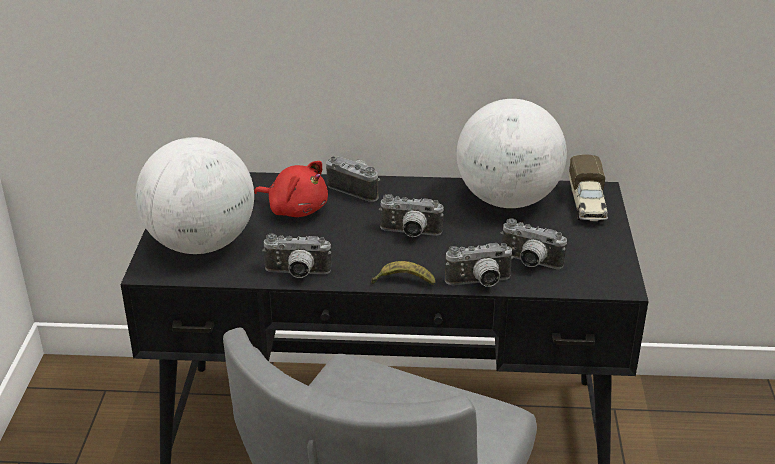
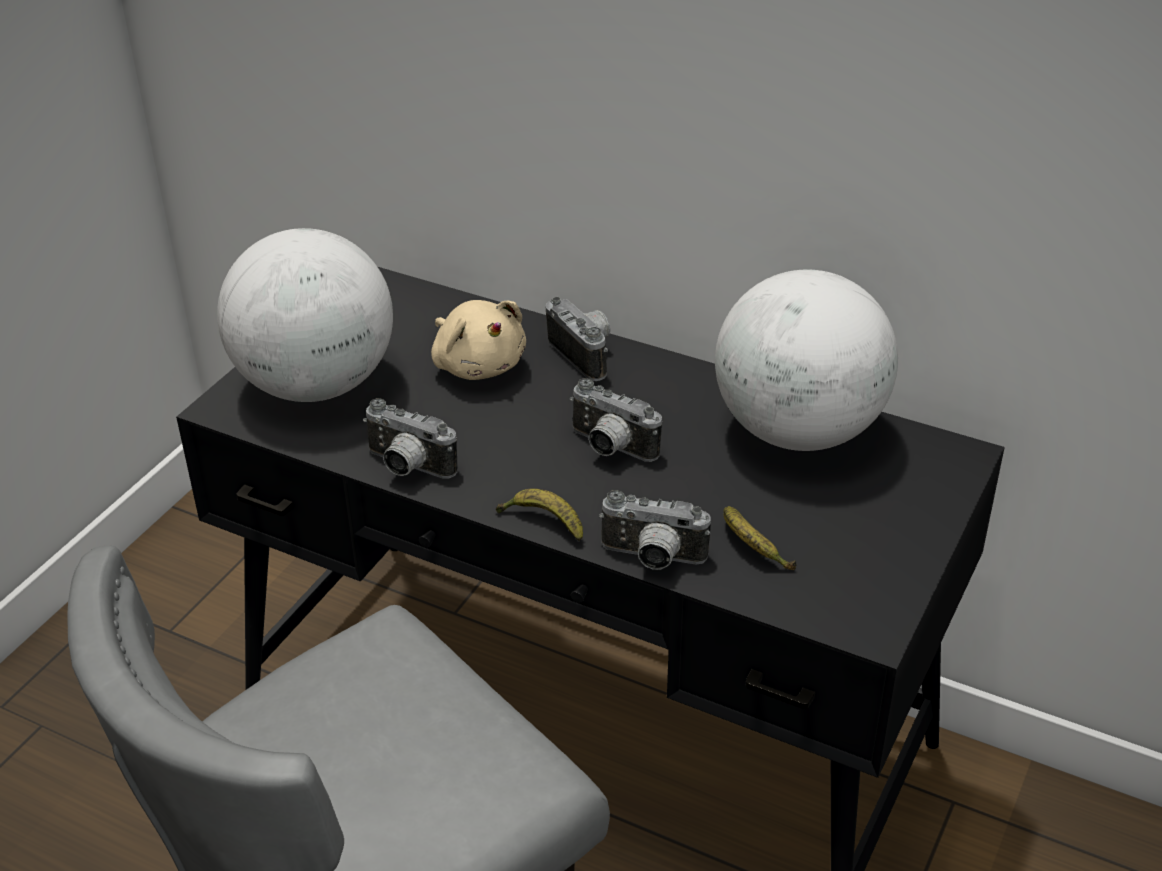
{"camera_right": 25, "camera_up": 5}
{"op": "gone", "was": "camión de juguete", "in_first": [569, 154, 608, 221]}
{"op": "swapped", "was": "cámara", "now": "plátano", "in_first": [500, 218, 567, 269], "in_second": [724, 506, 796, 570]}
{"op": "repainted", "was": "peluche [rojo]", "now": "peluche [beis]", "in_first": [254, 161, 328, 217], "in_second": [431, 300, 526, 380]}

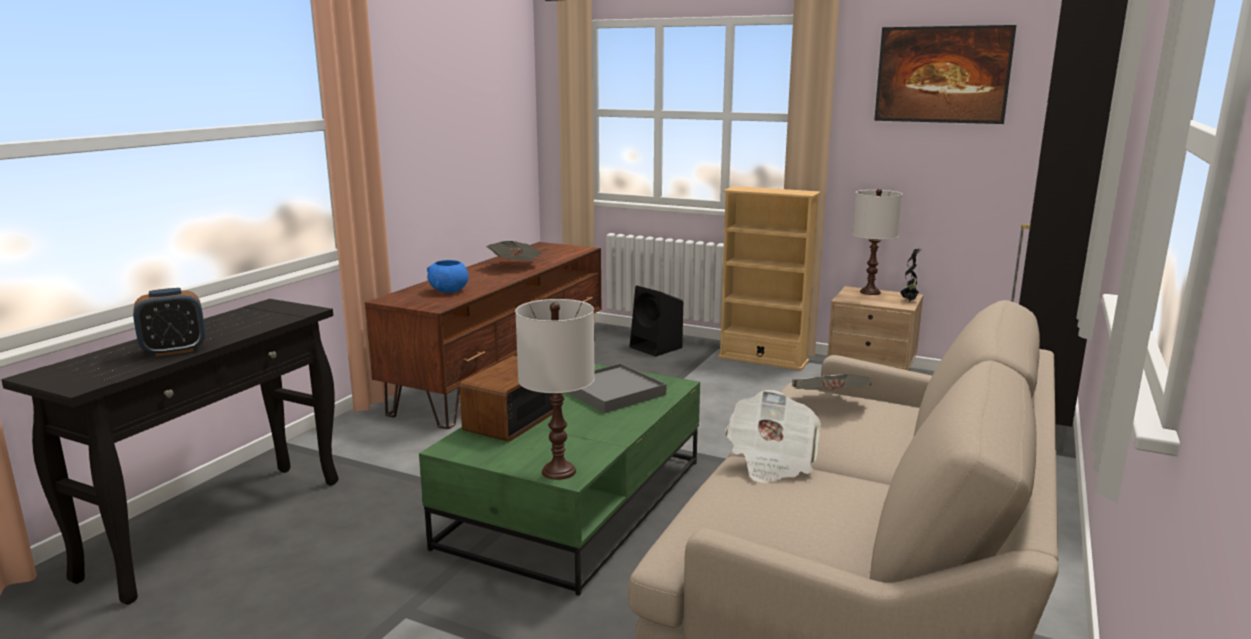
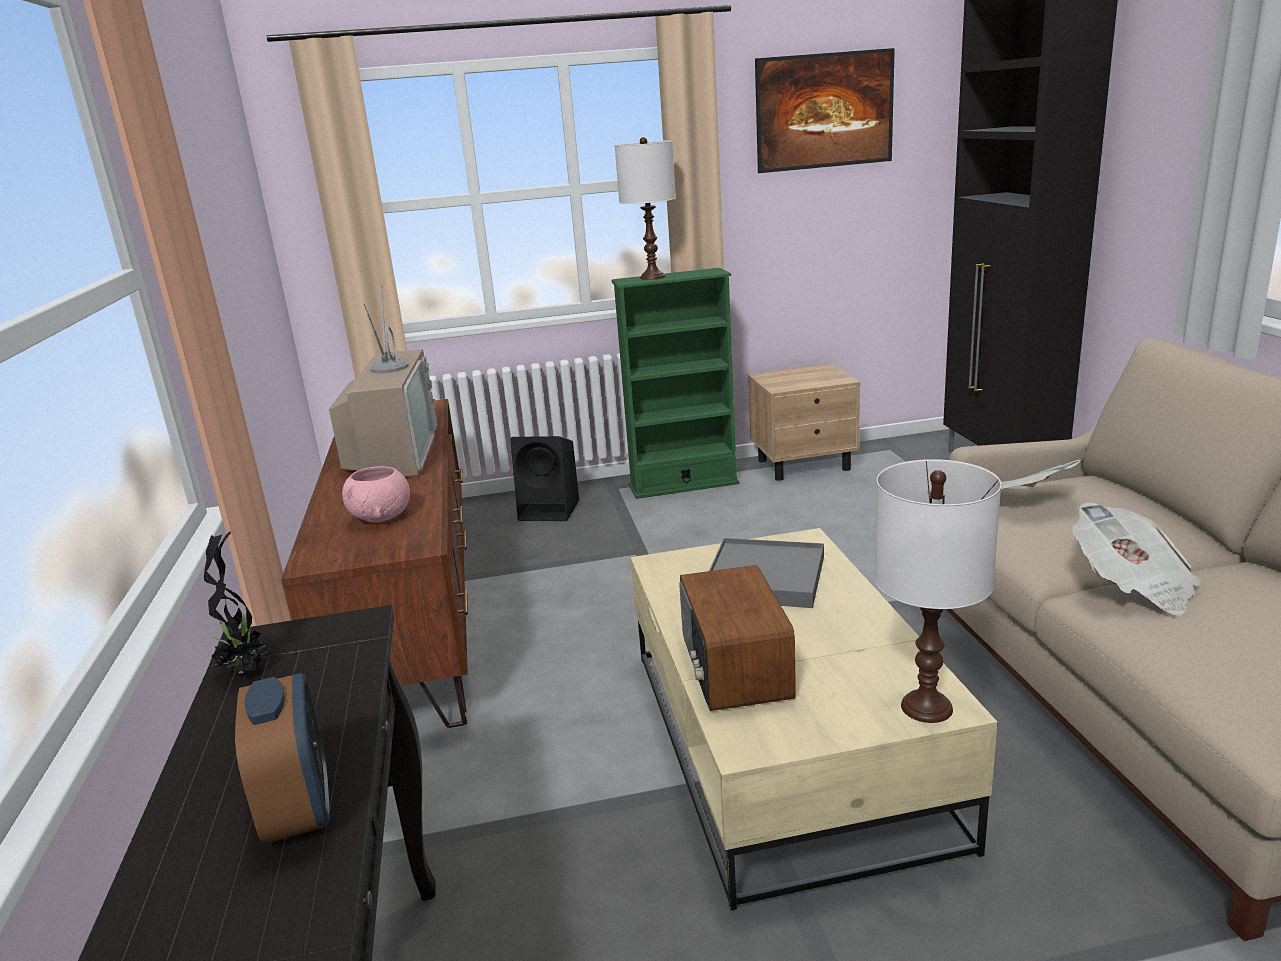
{"camera_right": -35, "camera_up": 5}
{"op": "shifted", "was": "lámpara de mesa [blanco]", "in_first": [852, 189, 902, 295], "in_second": [615, 137, 676, 280]}
{"op": "shifted", "was": "planta en maceta", "in_first": [900, 249, 921, 301], "in_second": [204, 532, 270, 675]}
{"op": "swapped", "was": "periódico", "now": "televisor", "in_first": [486, 241, 541, 261], "in_second": [329, 285, 437, 477]}
{"op": "repainted", "was": "mesa de centro [verde]", "now": "mesa de centro [beis]", "in_first": [419, 364, 700, 596], "in_second": [631, 528, 998, 911]}
{"op": "repainted", "was": "cuenco [azul]", "now": "cuenco [rosa]", "in_first": [427, 260, 469, 293], "in_second": [342, 466, 410, 522]}
{"op": "repainted", "was": "estantería [beis]", "now": "estantería [verde]", "in_first": [718, 186, 820, 371], "in_second": [612, 268, 739, 499]}
{"op": "rotated", "was": "despertador", "in_first": [133, 288, 205, 357], "in_second": [235, 673, 330, 843], "clockwise": -45}

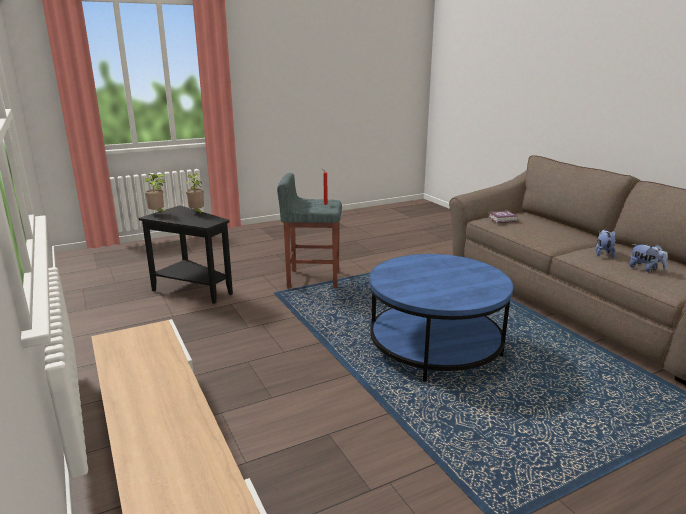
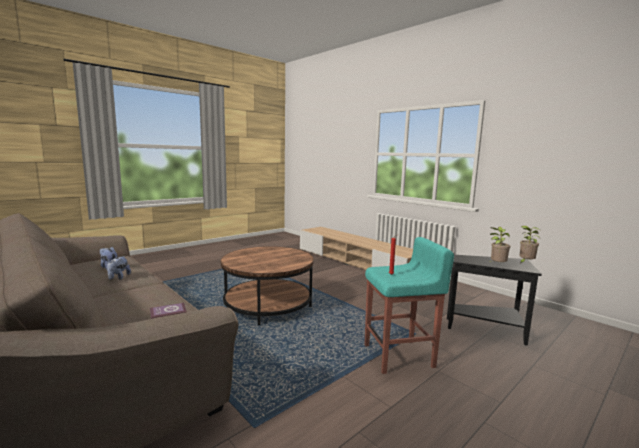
{"camera_right": 165, "camera_up": -10}
{"op": "repainted", "was": "taburete [gris]", "now": "taburete [turquesa]", "in_first": [277, 173, 342, 288], "in_second": [364, 237, 454, 374]}
{"op": "repainted", "was": "mesa de centro [azul]", "now": "mesa de centro [marrón]", "in_first": [369, 254, 513, 382], "in_second": [221, 246, 314, 325]}

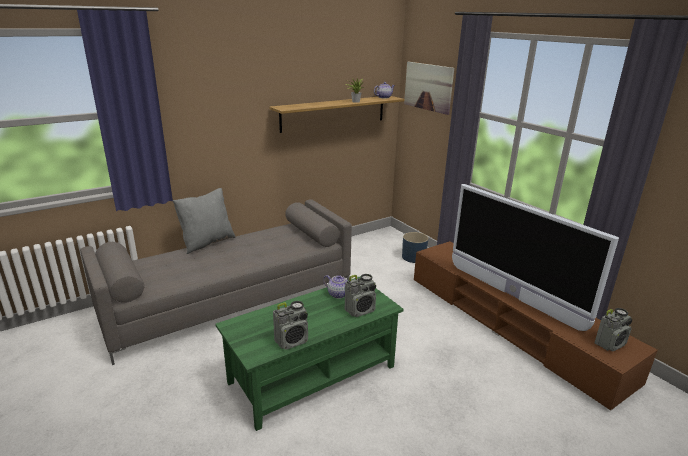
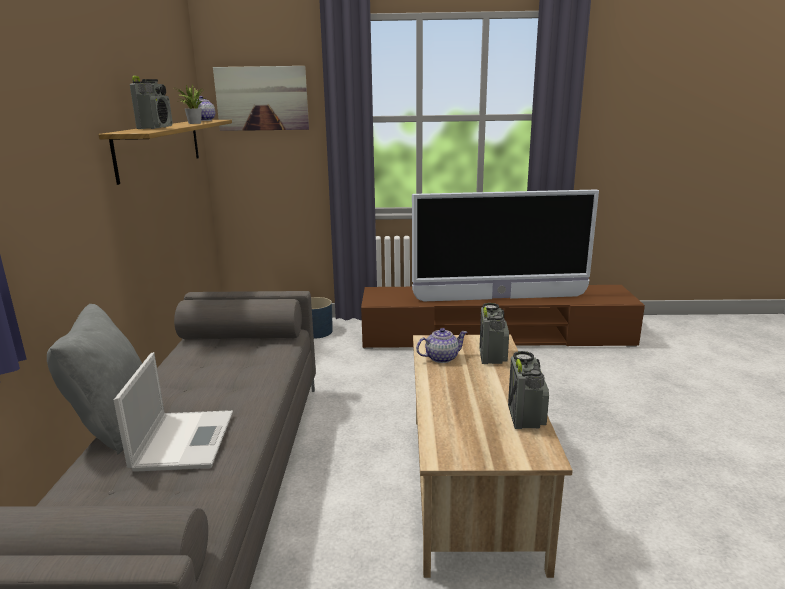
{"camera_right": -55, "camera_up": -5}
{"op": "new", "now": "portátil", "in_second": [114, 352, 233, 472]}
{"op": "shifted", "was": "radio", "in_first": [594, 308, 632, 352], "in_second": [130, 76, 172, 129]}
{"op": "repainted", "was": "mesa de centro [verde]", "now": "mesa de centro [beis]", "in_first": [215, 276, 404, 431], "in_second": [413, 335, 573, 578]}

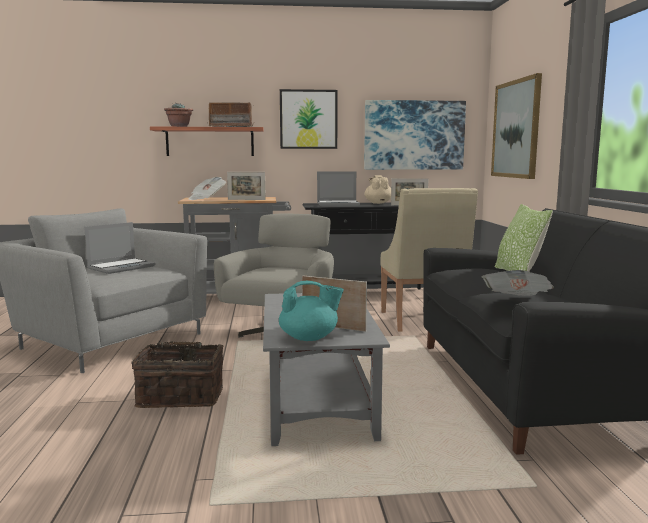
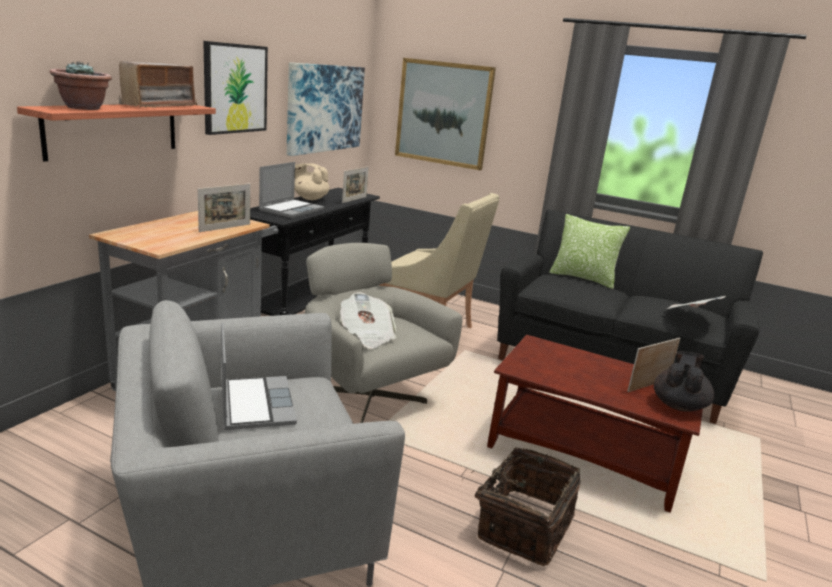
{"camera_right": -60, "camera_up": 10}
{"op": "shifted", "was": "periódico", "in_first": [188, 177, 226, 200], "in_second": [340, 292, 397, 349]}
{"op": "repainted", "was": "mesa de centro [gris]", "now": "mesa de centro [marrón]", "in_first": [263, 293, 390, 446], "in_second": [487, 335, 703, 513]}
{"op": "repainted", "was": "tetera [turquesa]", "now": "tetera [negro]", "in_first": [279, 281, 344, 341], "in_second": [654, 351, 714, 412]}

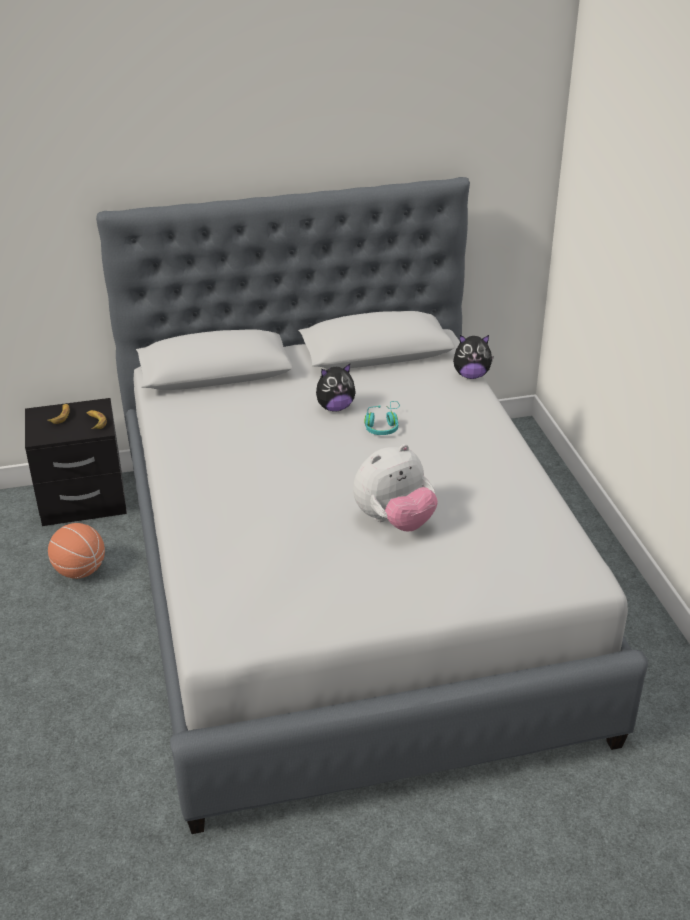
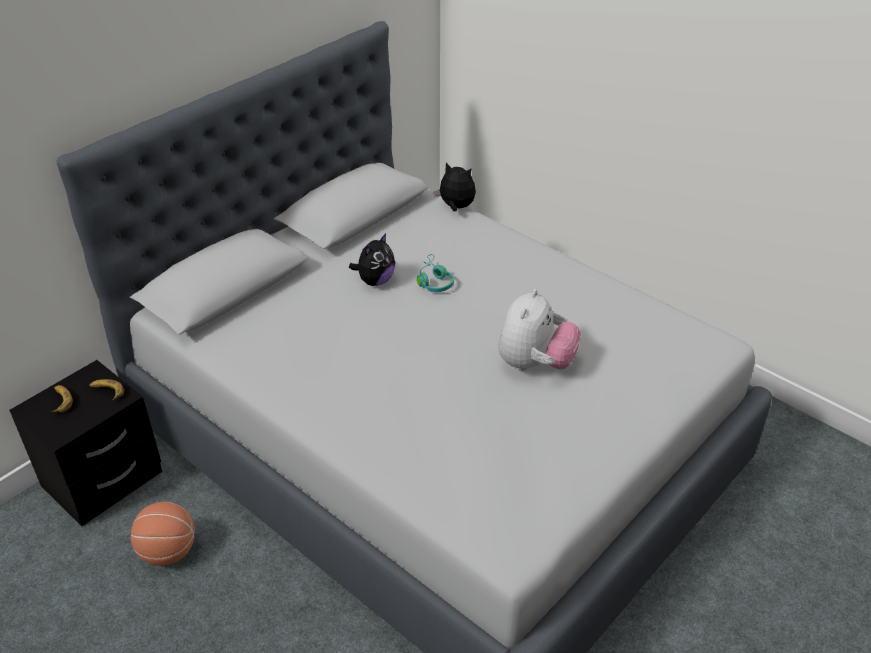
{"camera_right": -35, "camera_up": 5}
{"op": "rotated", "was": "peluche", "in_first": [453, 335, 494, 379], "in_second": [433, 162, 476, 211], "clockwise": -120}

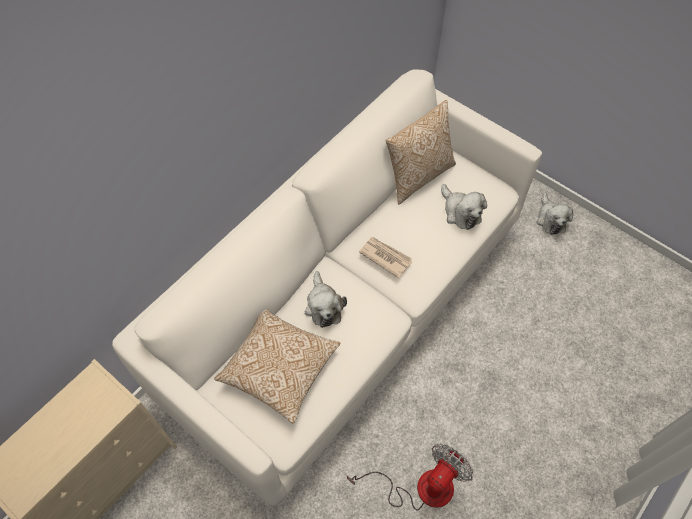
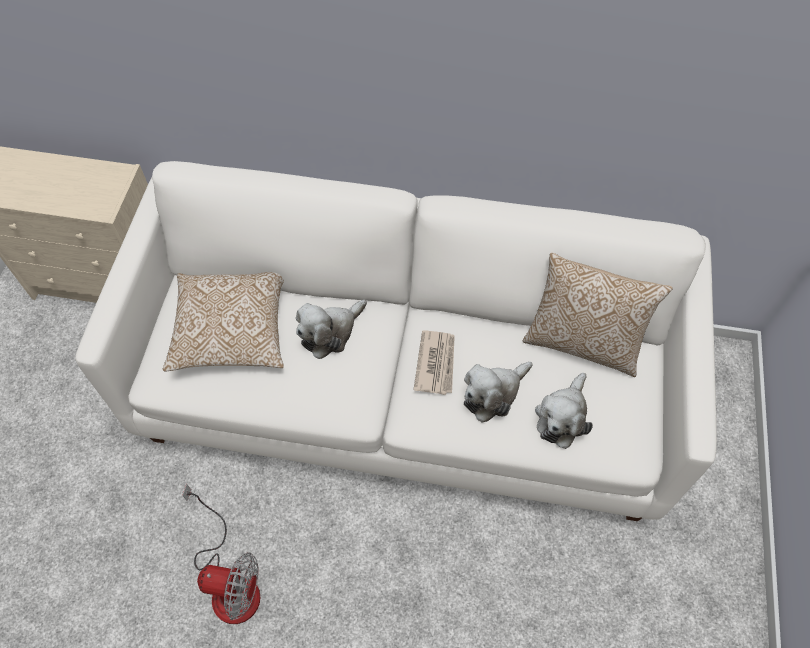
{"camera_right": 60, "camera_up": 0}
{"op": "shifted", "was": "peluche", "in_first": [536, 193, 573, 235], "in_second": [464, 362, 532, 422]}

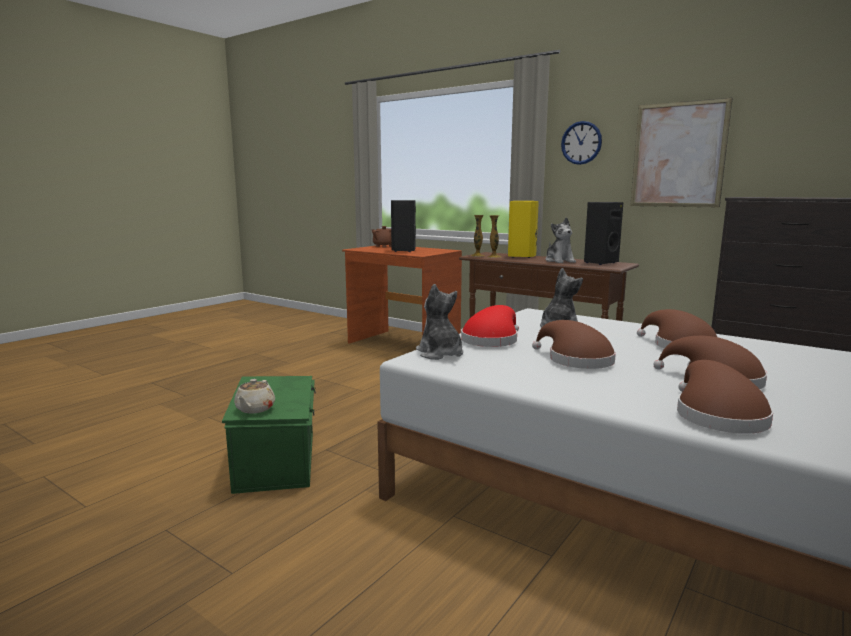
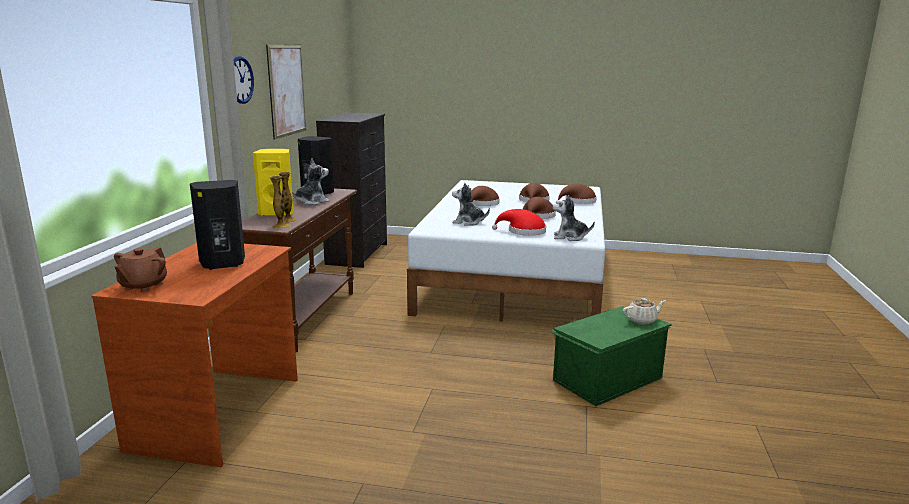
{"camera_right": -115, "camera_up": 5}
{"op": "rotated", "was": "peluche", "in_first": [416, 284, 463, 360], "in_second": [552, 195, 595, 241], "clockwise": 60}

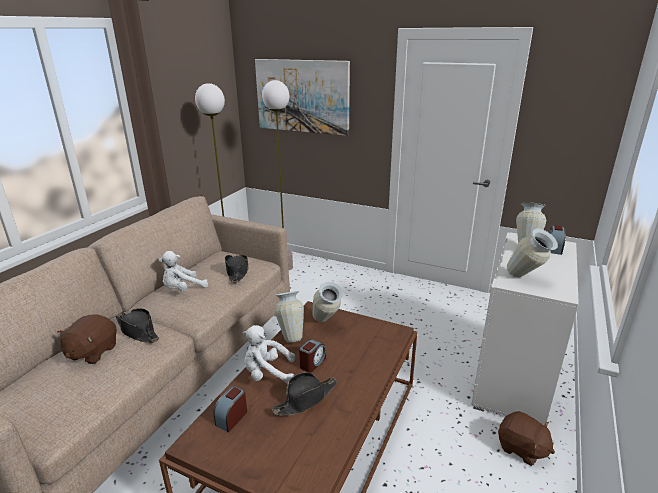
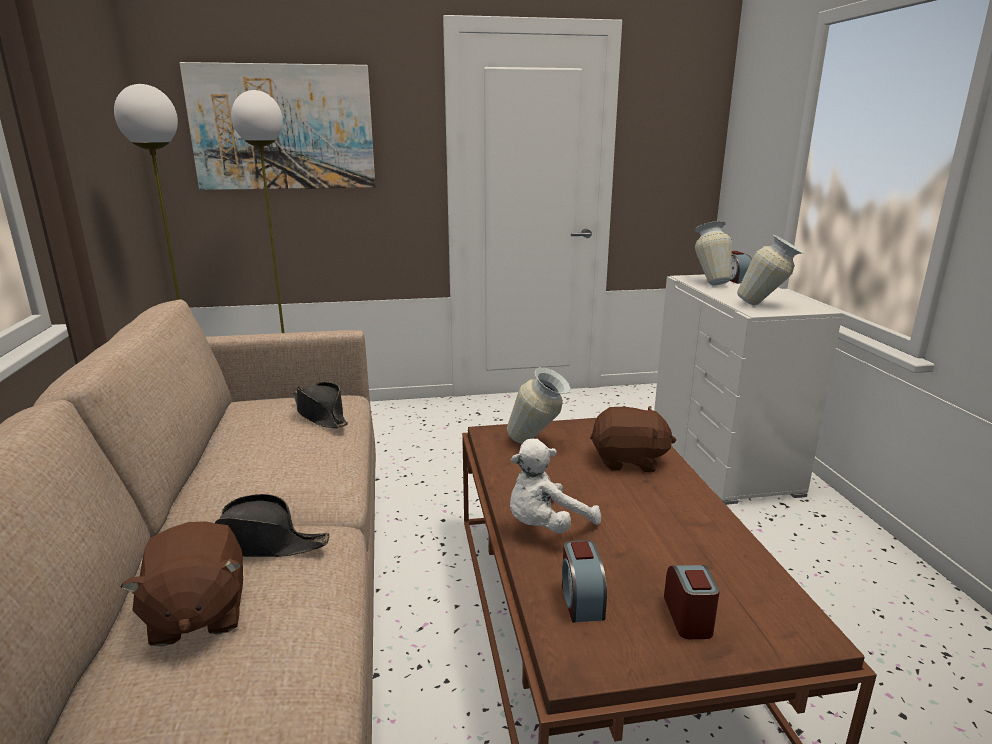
{"camera_right": -35, "camera_up": -5}
{"op": "gone", "was": "peluche [blanco]", "in_first": [159, 251, 208, 291]}
{"op": "gone", "was": "sombrero [negro]", "in_first": [271, 372, 338, 416]}
{"op": "gone", "was": "florero", "in_first": [275, 291, 304, 342]}
{"op": "shifted", "was": "despertador", "in_first": [299, 339, 326, 373], "in_second": [664, 565, 720, 639]}
{"op": "shifted", "was": "peluche [marrón]", "in_first": [498, 411, 555, 466], "in_second": [590, 406, 676, 472]}

